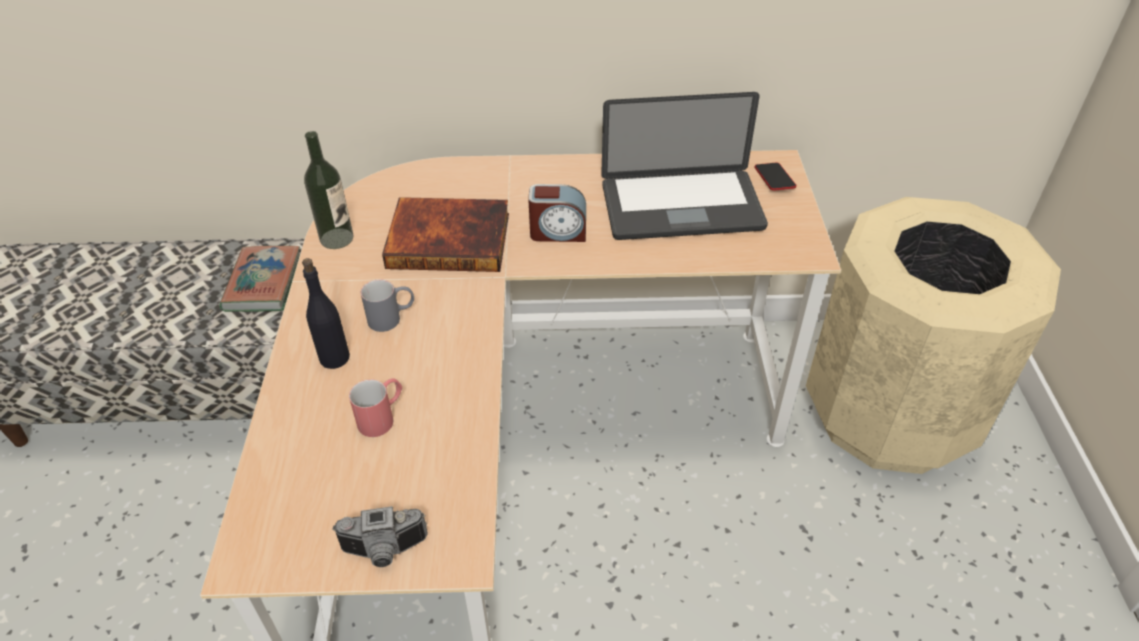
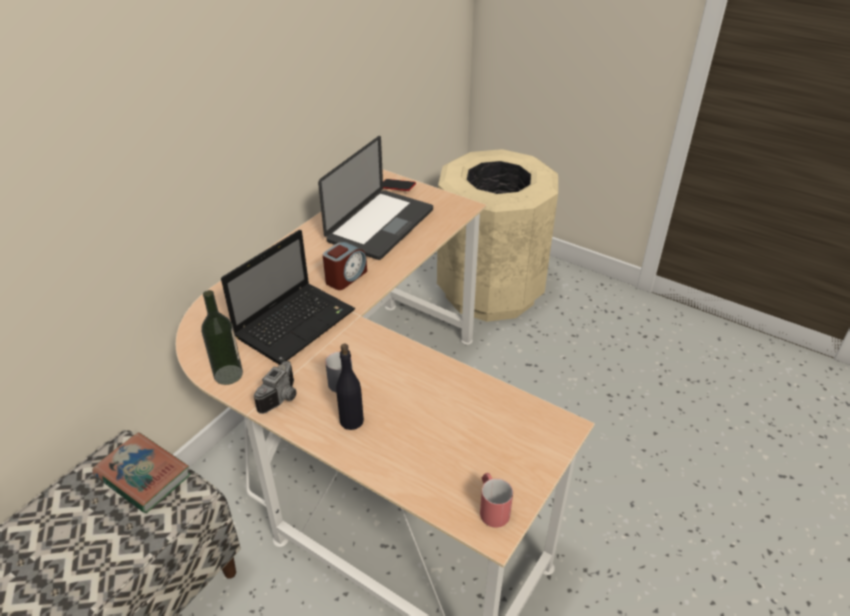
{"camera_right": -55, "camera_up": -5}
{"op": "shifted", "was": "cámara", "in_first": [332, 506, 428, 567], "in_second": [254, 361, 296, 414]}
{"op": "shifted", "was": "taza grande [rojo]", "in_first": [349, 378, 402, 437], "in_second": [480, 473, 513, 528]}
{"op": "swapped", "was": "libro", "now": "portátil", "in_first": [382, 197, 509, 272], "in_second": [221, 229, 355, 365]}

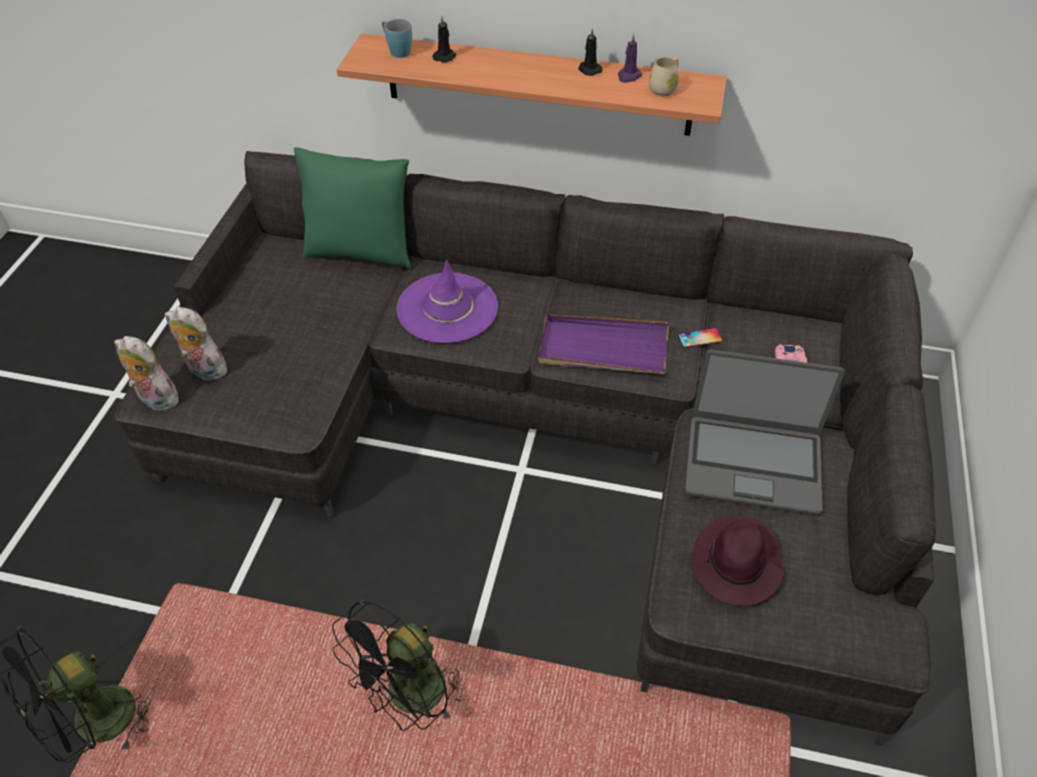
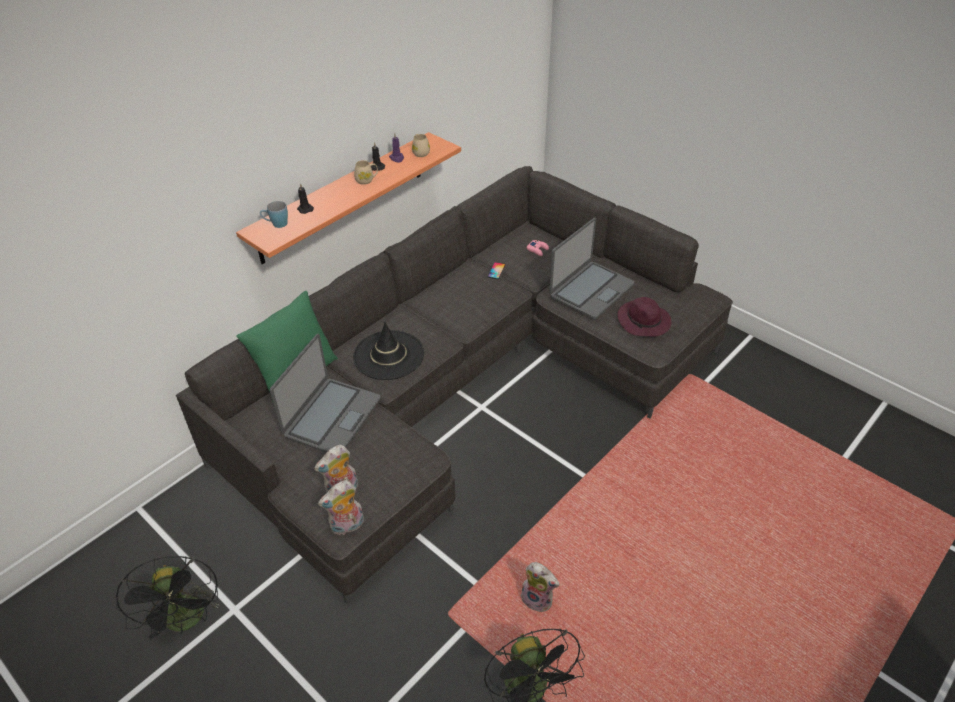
{"camera_right": -60, "camera_up": -5}
{"op": "gone", "was": "bandeja [morado]", "in_first": [538, 314, 670, 374]}
{"op": "new", "now": "portátil", "in_second": [270, 334, 381, 453]}
{"op": "new", "now": "taza grande [beis]", "in_second": [354, 160, 378, 185]}
{"op": "new", "now": "peluche", "in_second": [521, 562, 559, 612]}
{"op": "shifted", "was": "ventilador [negro]", "in_first": [332, 600, 462, 731], "in_second": [116, 556, 220, 640]}
{"op": "repainted", "was": "sombrero [morado]", "now": "sombrero [negro]", "in_first": [397, 260, 498, 343], "in_second": [353, 322, 424, 380]}

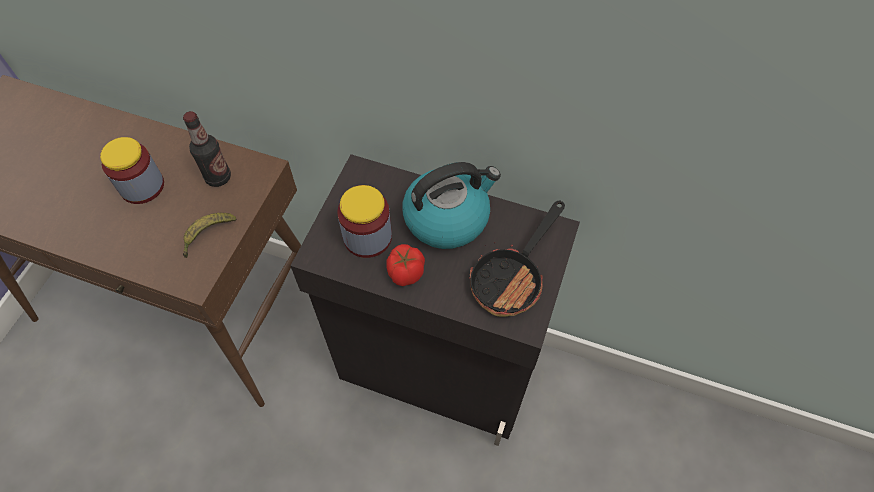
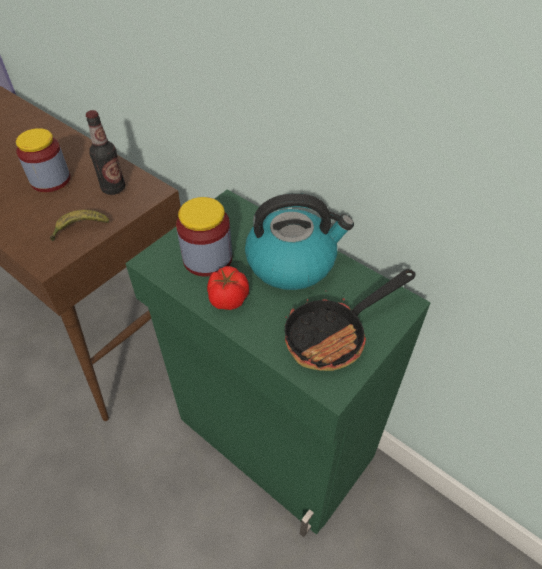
{"camera_right": 20, "camera_up": -10}
{"op": "repainted", "was": "armario [negro]", "now": "armario [verde]", "in_first": [290, 154, 580, 446], "in_second": [125, 189, 431, 537]}

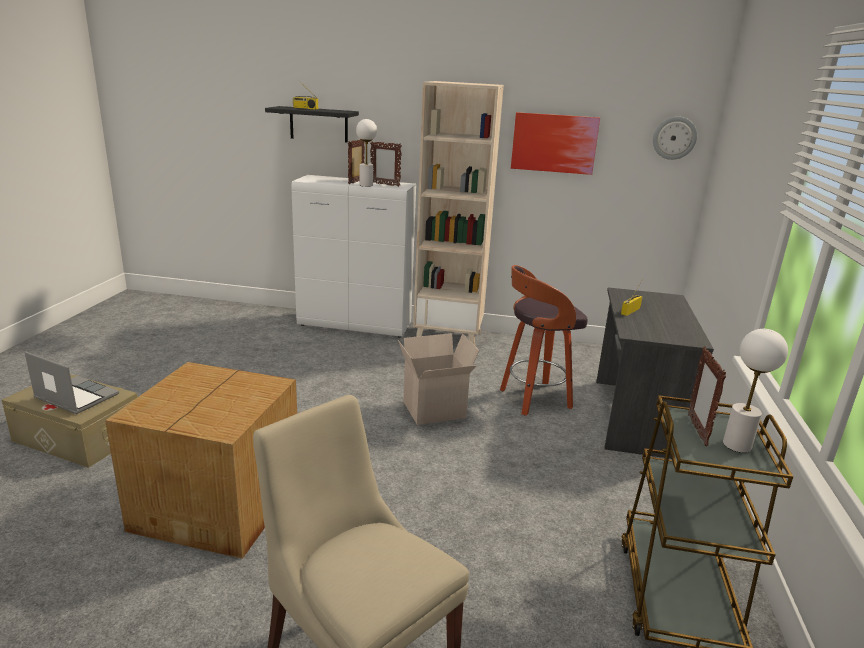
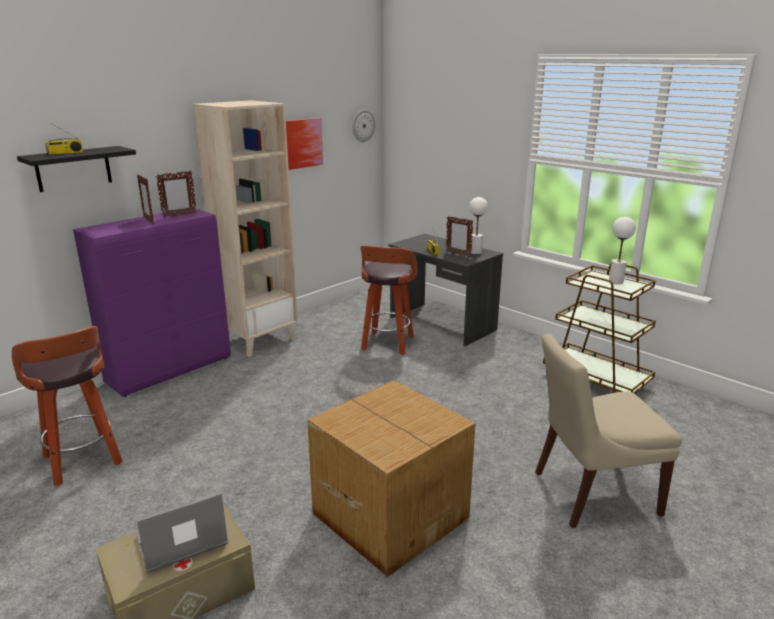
{"camera_right": -55, "camera_up": 0}
{"op": "gone", "was": "caja de cartón", "in_first": [398, 333, 479, 425]}
{"op": "new", "now": "taburete", "in_second": [12, 326, 122, 486]}
{"op": "shifted", "was": "lámpara de mesa [blanco]", "in_first": [356, 119, 377, 187], "in_second": [469, 197, 488, 254]}
{"op": "shifted", "was": "portarretratos", "in_first": [688, 346, 726, 446], "in_second": [446, 216, 473, 257]}
{"op": "repainted", "was": "armario [blanco]", "now": "armario [morado]", "in_first": [292, 175, 416, 337], "in_second": [73, 208, 231, 397]}

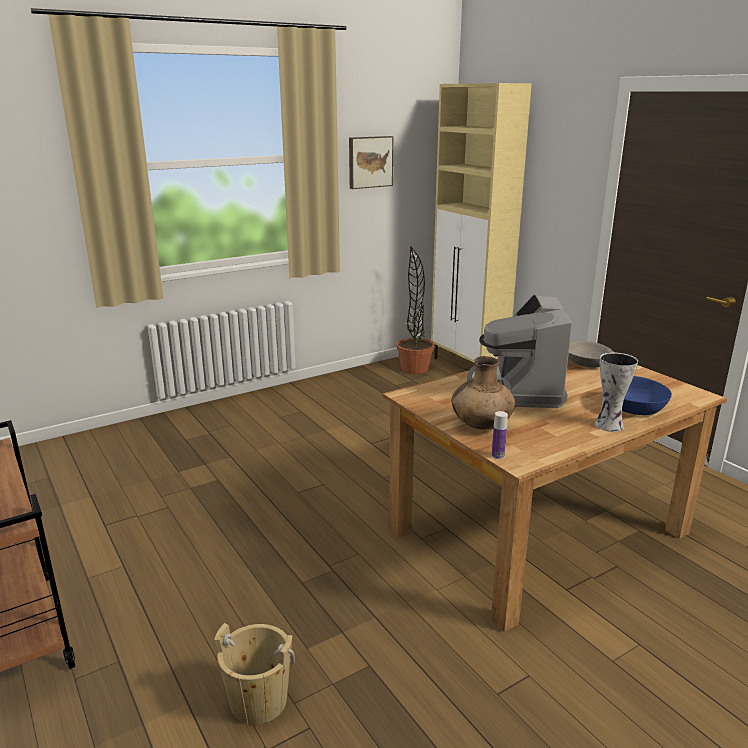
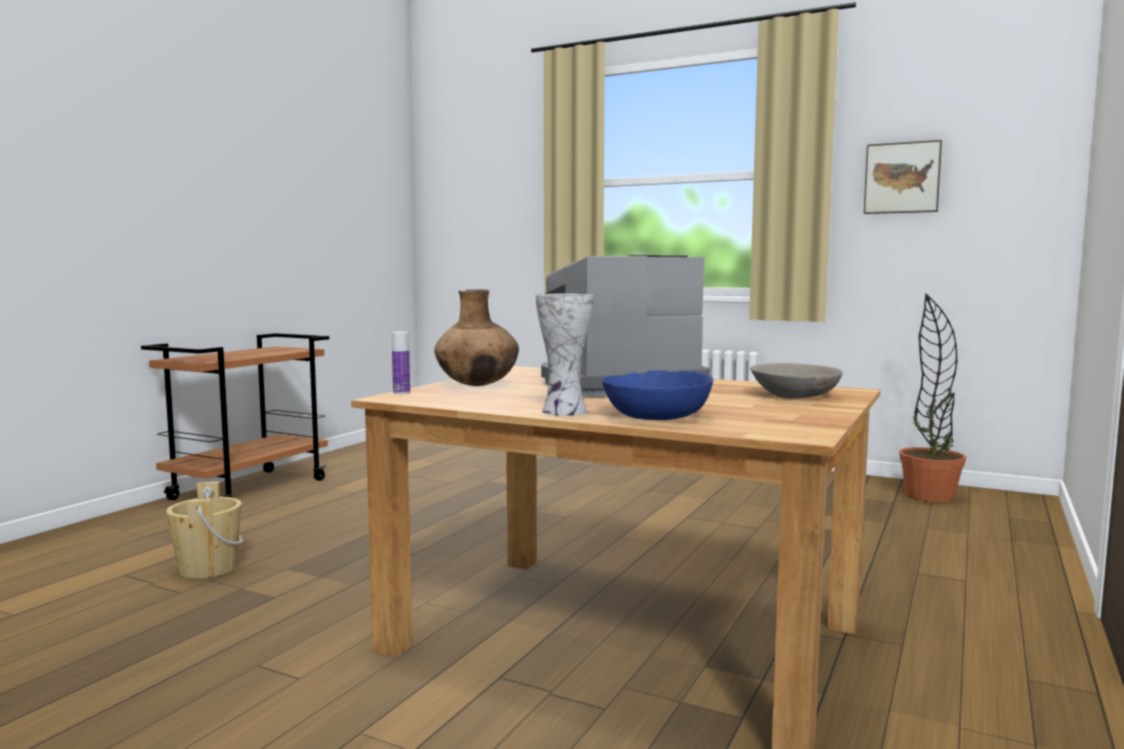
{"camera_right": 60, "camera_up": -15}
{"op": "gone", "was": "armario [beis]", "in_first": [431, 83, 532, 363]}

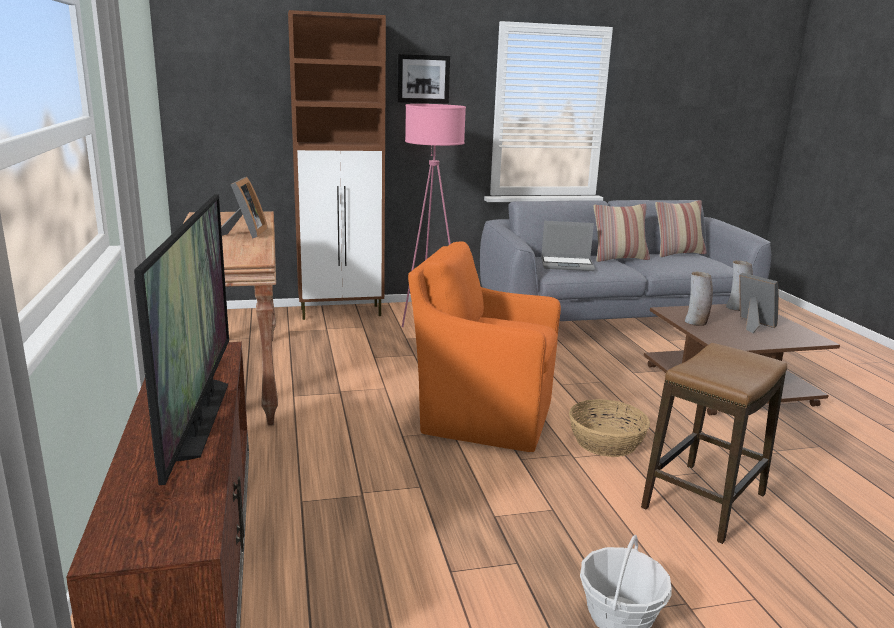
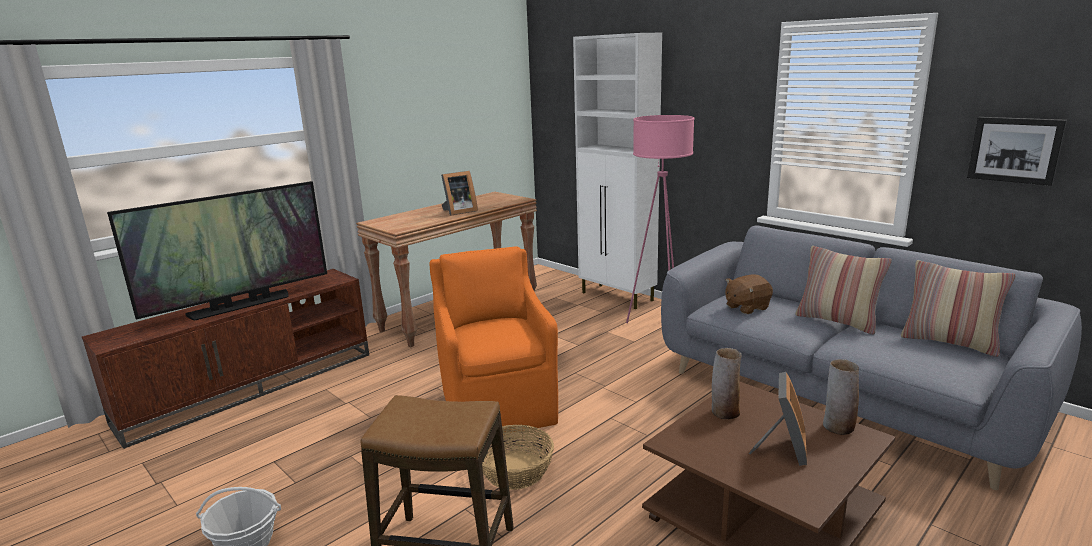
{"camera_right": 60, "camera_up": 0}
{"op": "shifted", "was": "cuadro", "in_first": [397, 54, 450, 104], "in_second": [967, 117, 1067, 186]}
{"op": "swapped", "was": "portátil", "now": "peluche [marrón]", "in_first": [541, 221, 595, 271], "in_second": [725, 274, 773, 314]}
{"op": "repainted", "was": "armario [marrón]", "now": "armario [blanco]", "in_first": [288, 10, 386, 320], "in_second": [573, 33, 662, 309]}

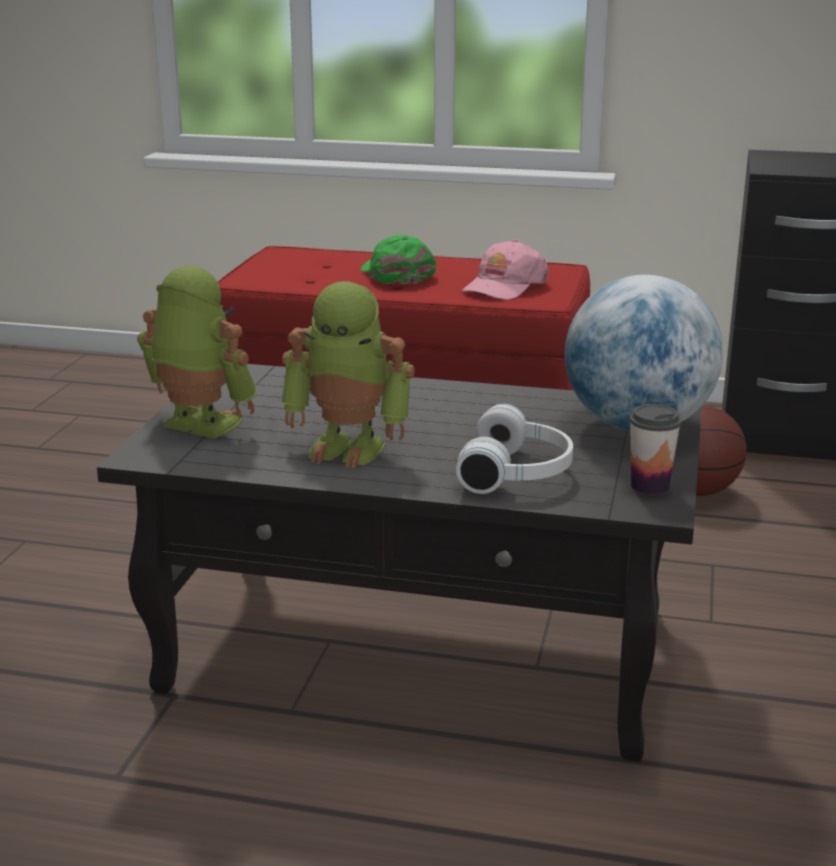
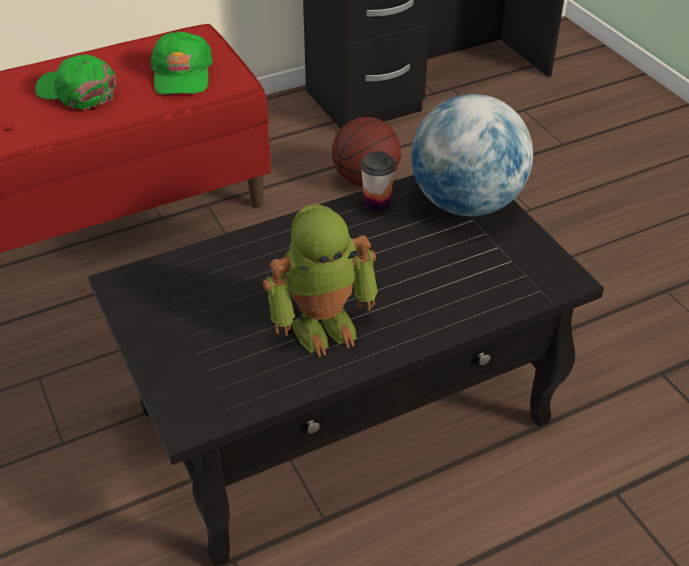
{"camera_right": -40, "camera_up": 20}
{"op": "gone", "was": "robot de juguete", "in_first": [137, 266, 257, 439]}
{"op": "gone", "was": "auriculares [blanco]", "in_first": [456, 404, 573, 494]}
{"op": "shifted", "was": "taza", "in_first": [629, 404, 682, 495], "in_second": [360, 151, 396, 213]}
{"op": "repainted", "was": "gorra [rosa]", "now": "gorra [verde]", "in_first": [462, 240, 549, 300], "in_second": [150, 31, 213, 95]}

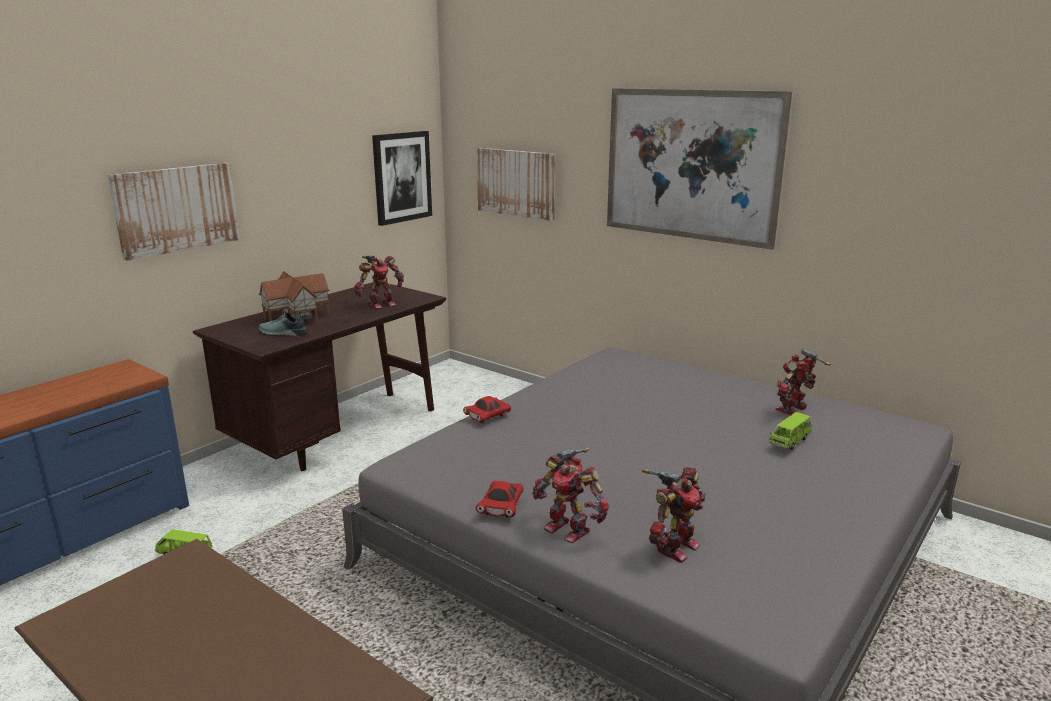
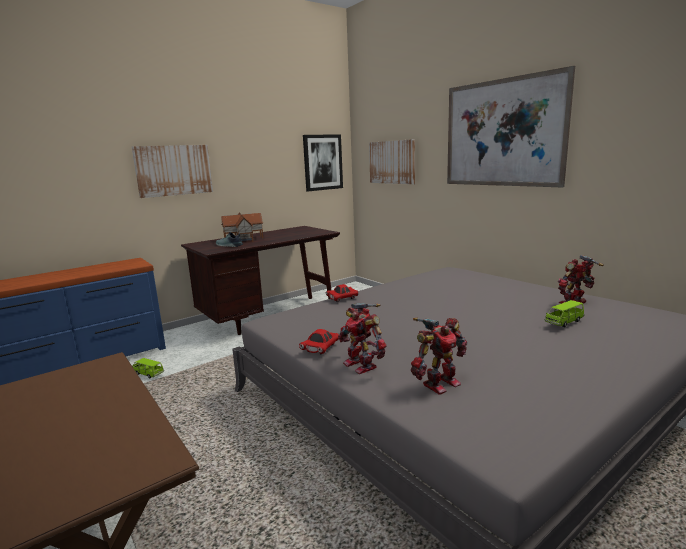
{"camera_right": 15, "camera_up": -5}
{"op": "gone", "was": "robot de juguete", "in_first": [354, 255, 404, 310]}

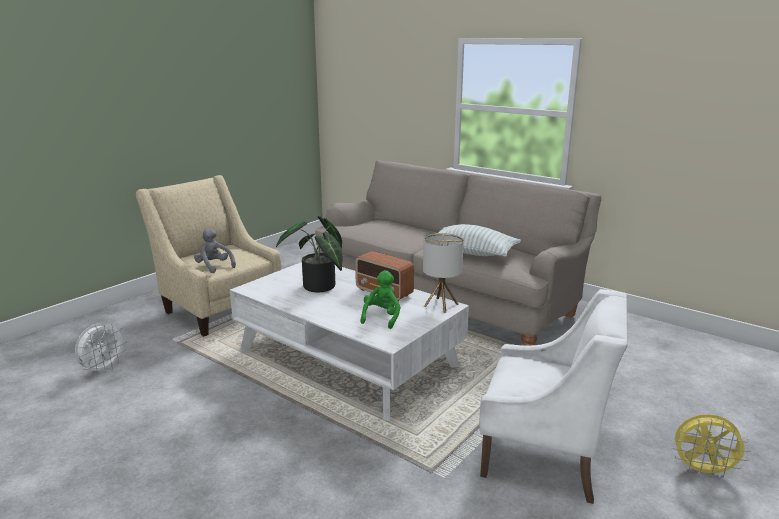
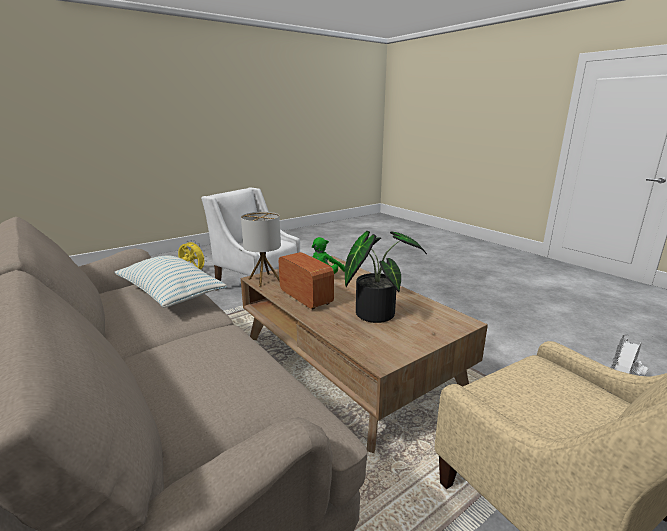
{"camera_right": -165, "camera_up": 0}
{"op": "gone", "was": "peluche [gris]", "in_first": [194, 228, 236, 273]}
{"op": "repainted", "was": "mesa de centro [blanco]", "now": "mesa de centro [marrón]", "in_first": [230, 262, 469, 421], "in_second": [241, 256, 488, 453]}

